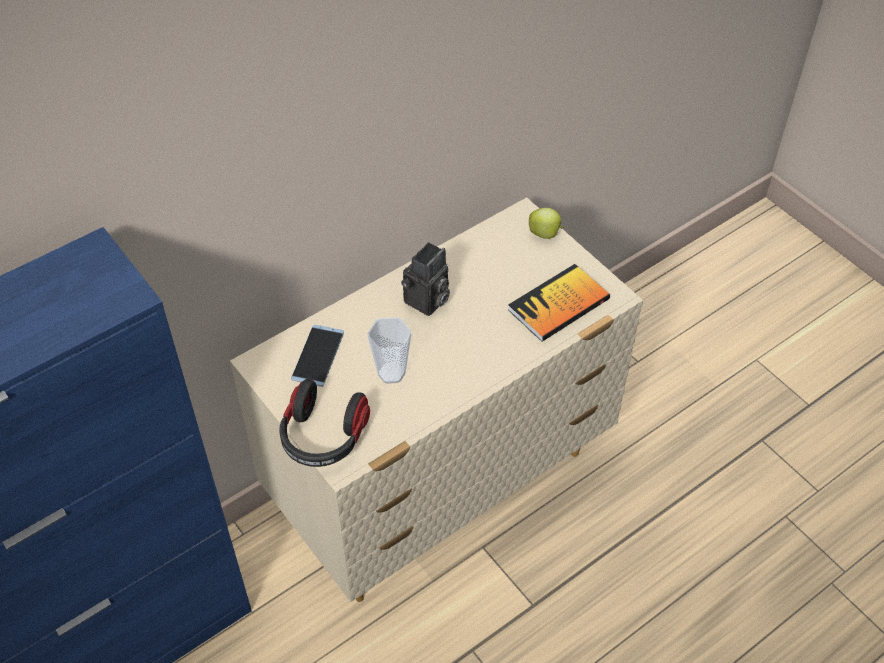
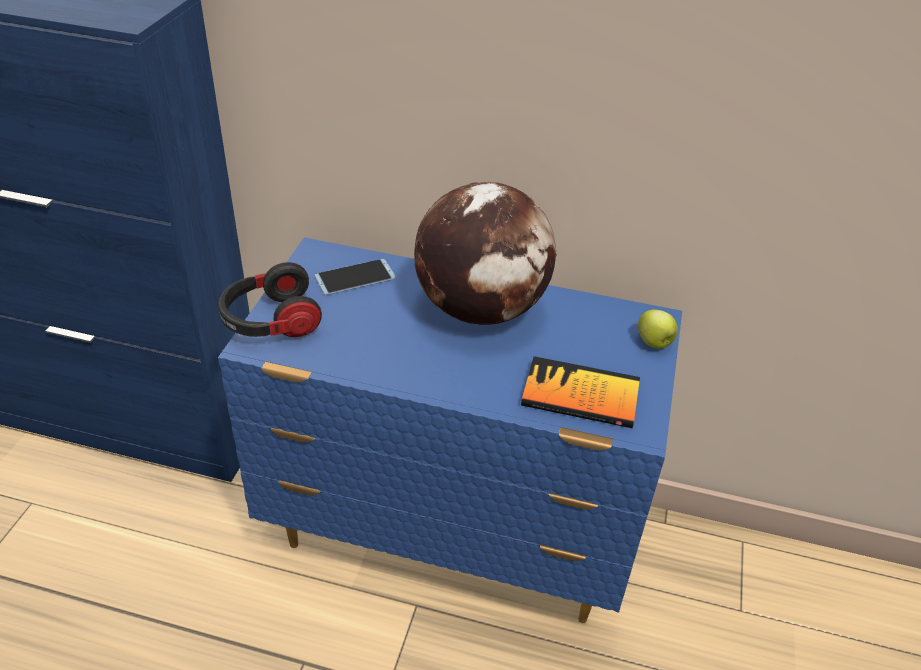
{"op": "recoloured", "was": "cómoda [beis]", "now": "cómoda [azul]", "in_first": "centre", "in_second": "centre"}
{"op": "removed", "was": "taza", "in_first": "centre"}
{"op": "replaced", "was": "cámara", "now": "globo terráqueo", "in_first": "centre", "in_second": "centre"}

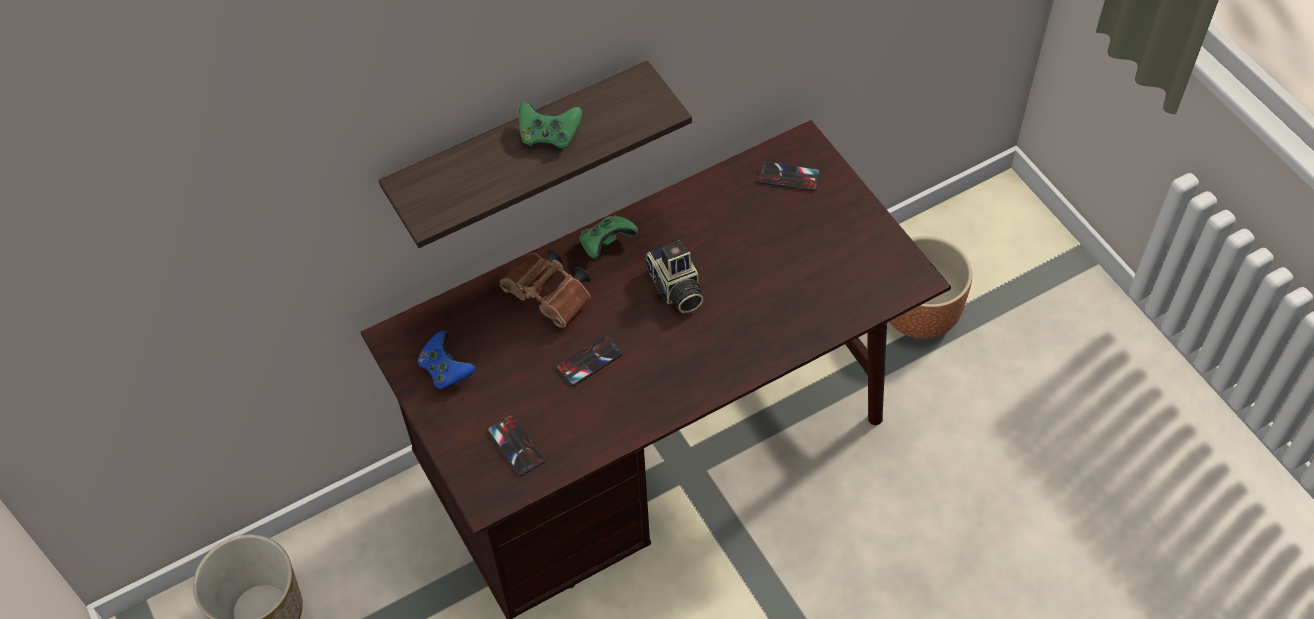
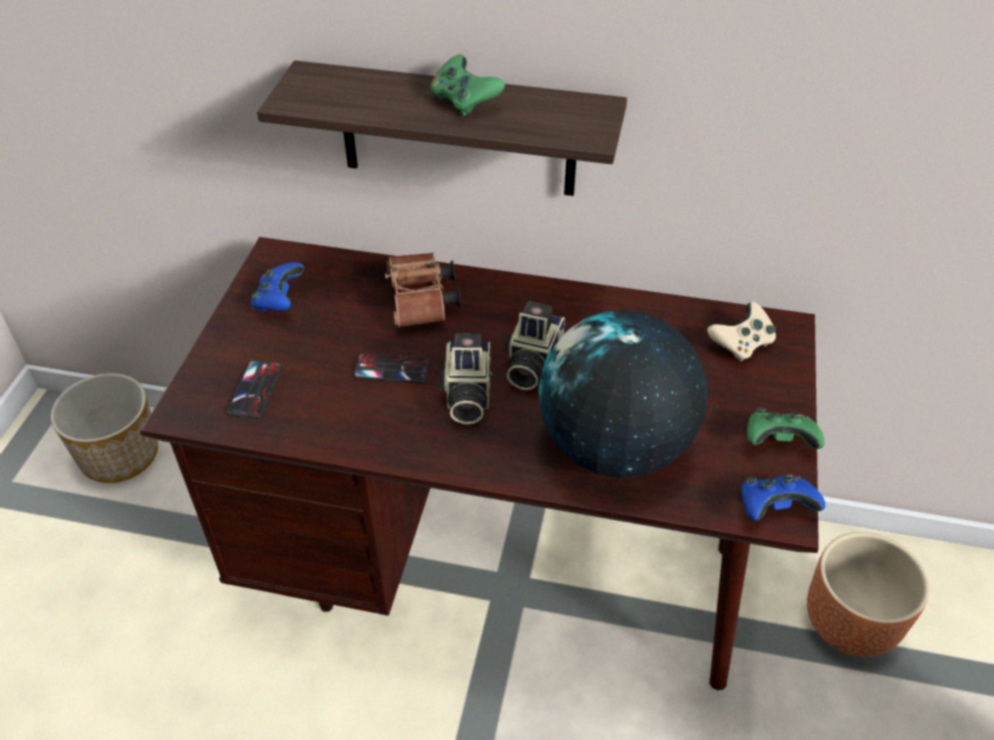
{"op": "moved", "was": "mando de consola [verde] (2nd from left)", "in_first": "centre", "in_second": "middle right"}
{"op": "replaced", "was": "móvil (3rd from left)", "now": "mando de consola [beis]", "in_first": "top centre", "in_second": "middle right"}
{"op": "added", "now": "cámara (1st from left)", "in_second": "centre"}
{"op": "added", "now": "globo terráqueo", "in_second": "centre"}
{"op": "added", "now": "mando de consola [azul] (2nd from left)", "in_second": "bottom right"}

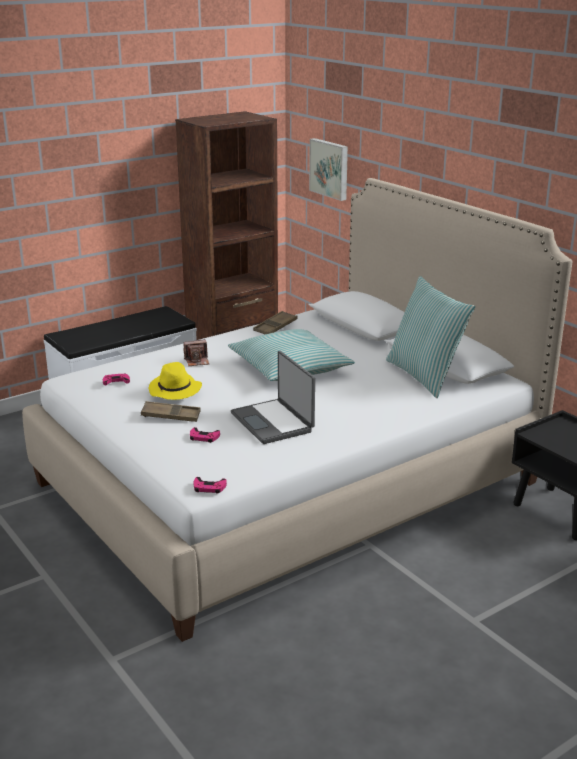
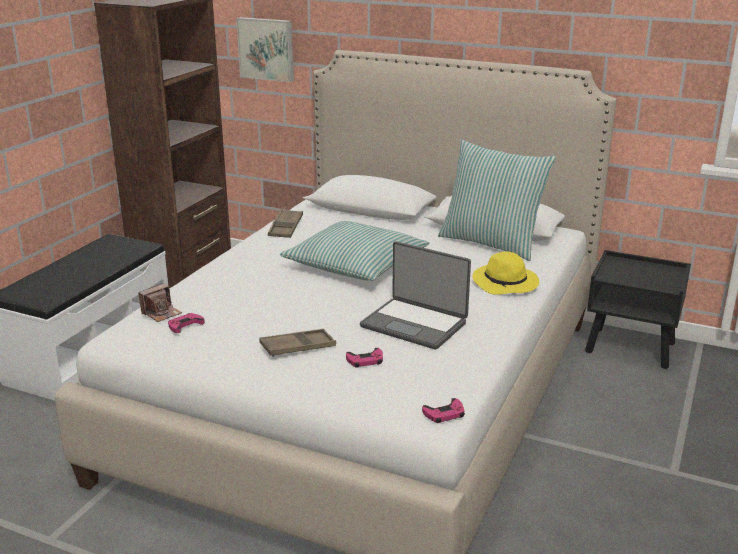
{"op": "moved", "was": "sombrero [amarillo]", "in_first": "middle left", "in_second": "middle right"}
{"op": "moved", "was": "cámara", "in_first": "centre", "in_second": "middle left"}

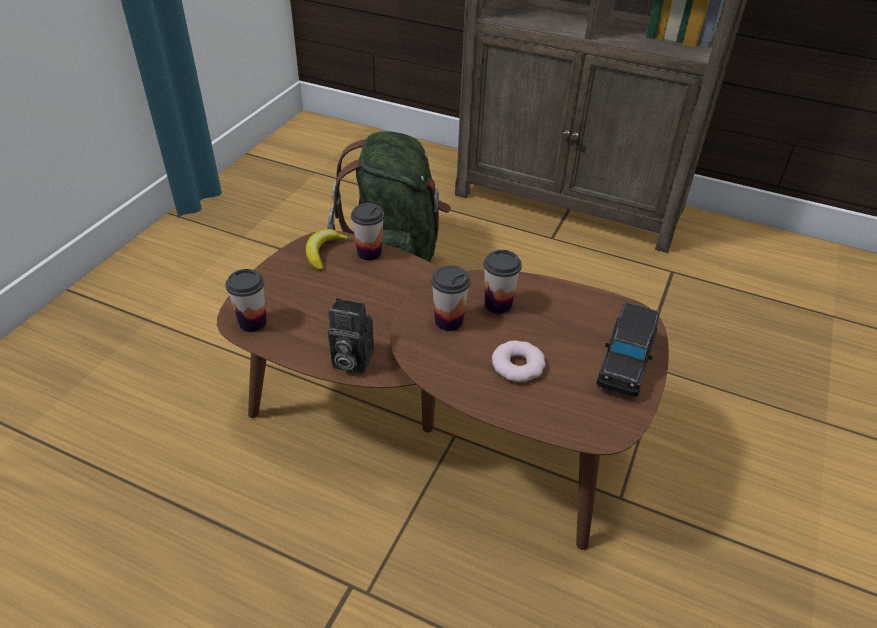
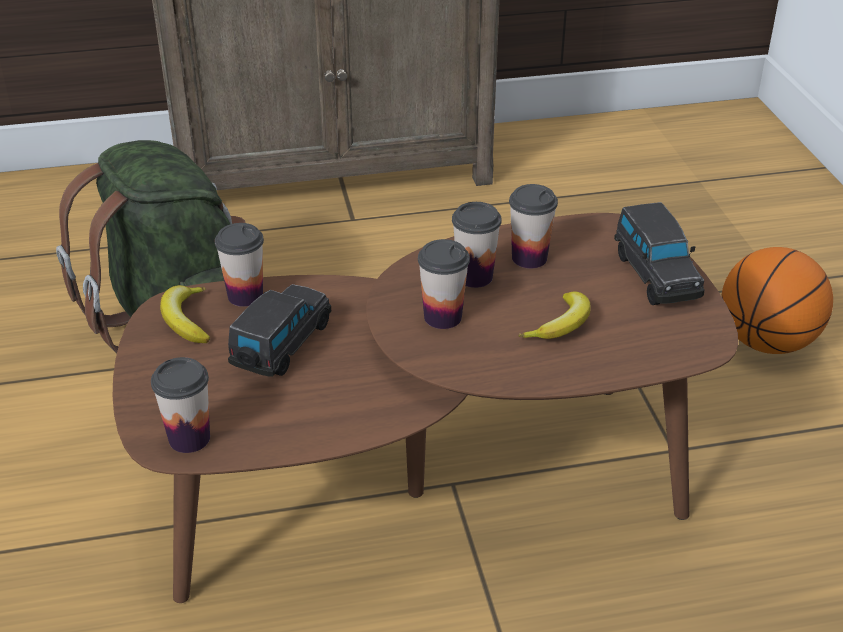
{"op": "removed", "was": "cámara", "in_first": "centre"}
{"op": "replaced", "was": "rosquilla", "now": "plátano (2nd from left)", "in_first": "centre", "in_second": "centre"}
{"op": "added", "now": "coche de juguete [negro] (1st from left)", "in_second": "middle left"}
{"op": "added", "now": "taza (5th from left)", "in_second": "centre"}
{"op": "added", "now": "balón de baloncesto", "in_second": "middle right"}

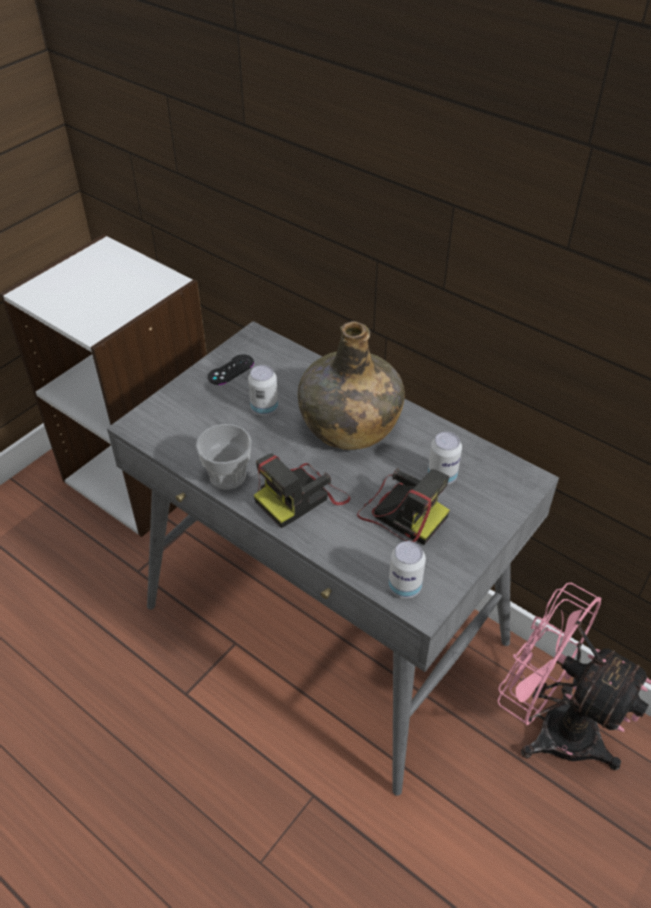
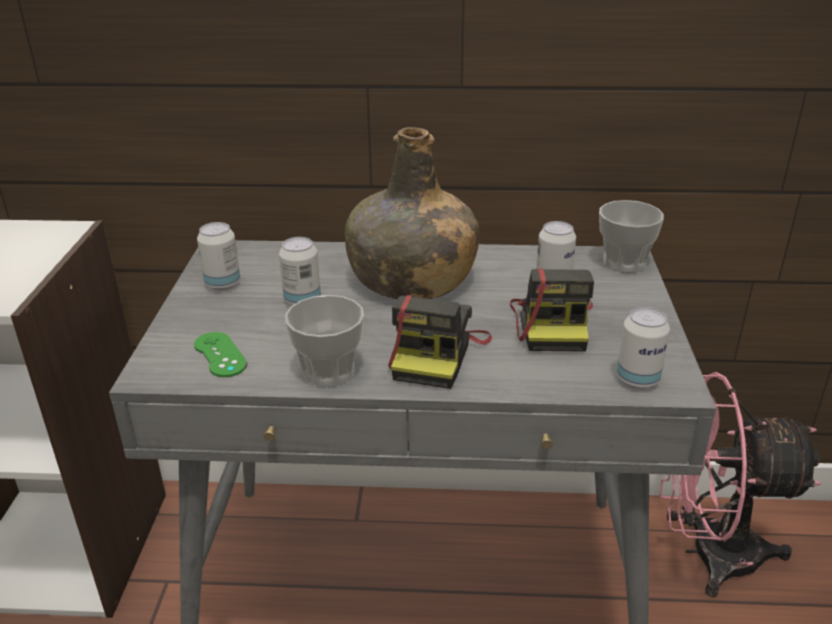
{"op": "replaced", "was": "mando de consola [negro]", "now": "lata (1st from left)", "in_first": "centre", "in_second": "middle left"}
{"op": "turned", "was": "cámara (2nd from left)", "in_first": "centre", "in_second": "centre", "clockwise": 90}
{"op": "added", "now": "mando de consola [verde]", "in_second": "middle left"}
{"op": "added", "now": "taza (2nd from left)", "in_second": "middle right"}

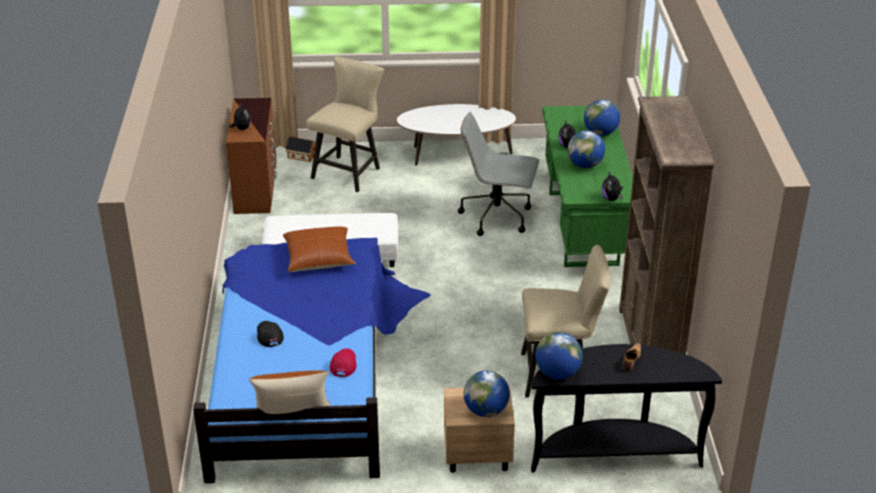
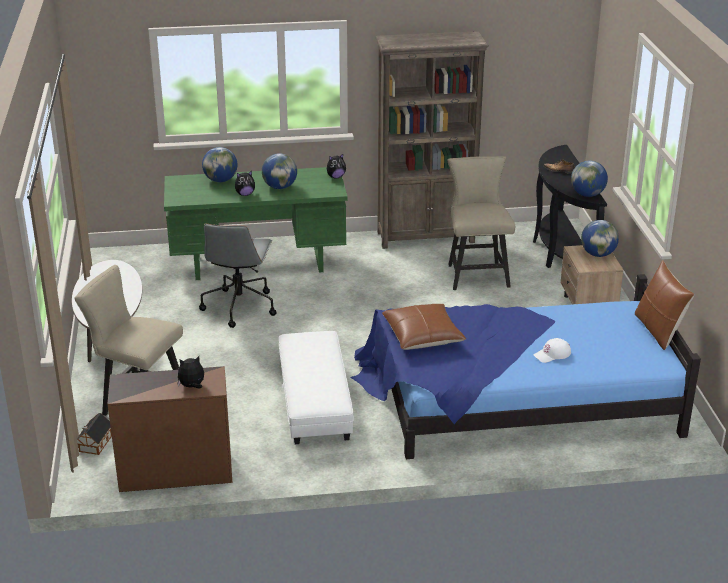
{"op": "recoloured", "was": "gorra [negro]", "now": "gorra [blanco]", "in_first": "bottom left", "in_second": "middle right"}
{"op": "removed", "was": "gorra [rojo]", "in_first": "bottom centre"}

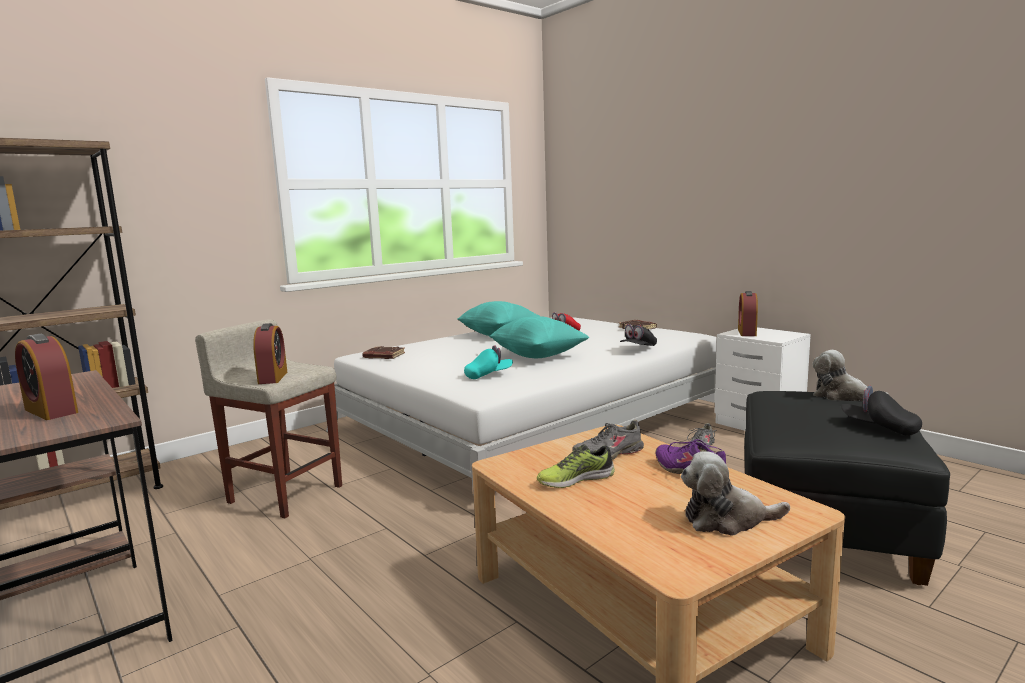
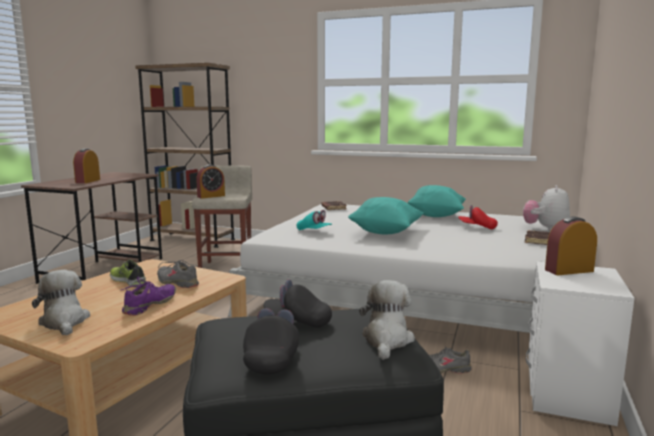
{"op": "moved", "was": "gorra [negro] (1st from left in the first image)", "now": "gorra [negro] (2nd from left)", "in_first": "centre", "in_second": "bottom centre"}
{"op": "added", "now": "peluche (3rd from left)", "in_second": "middle right"}

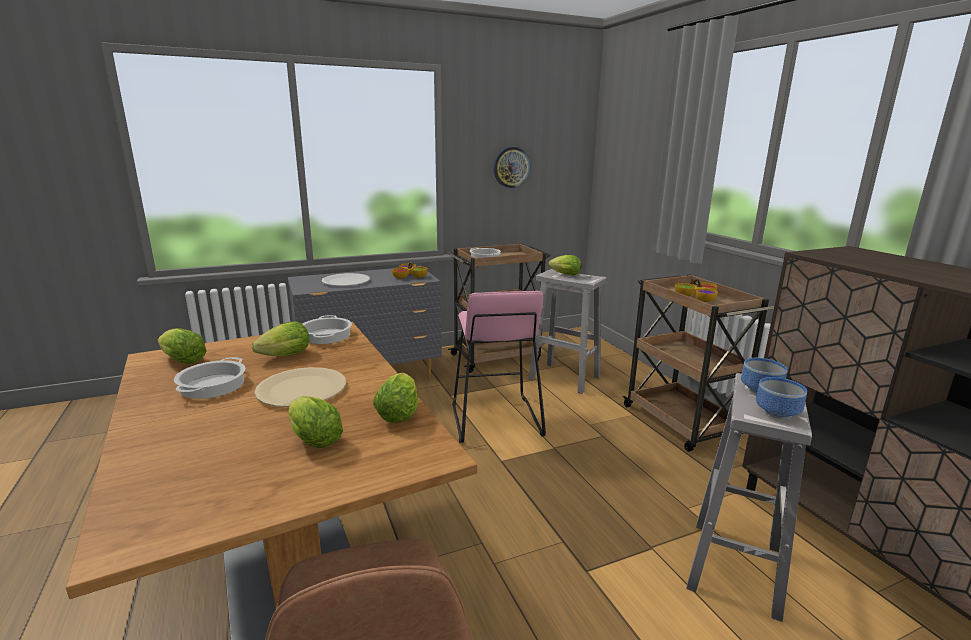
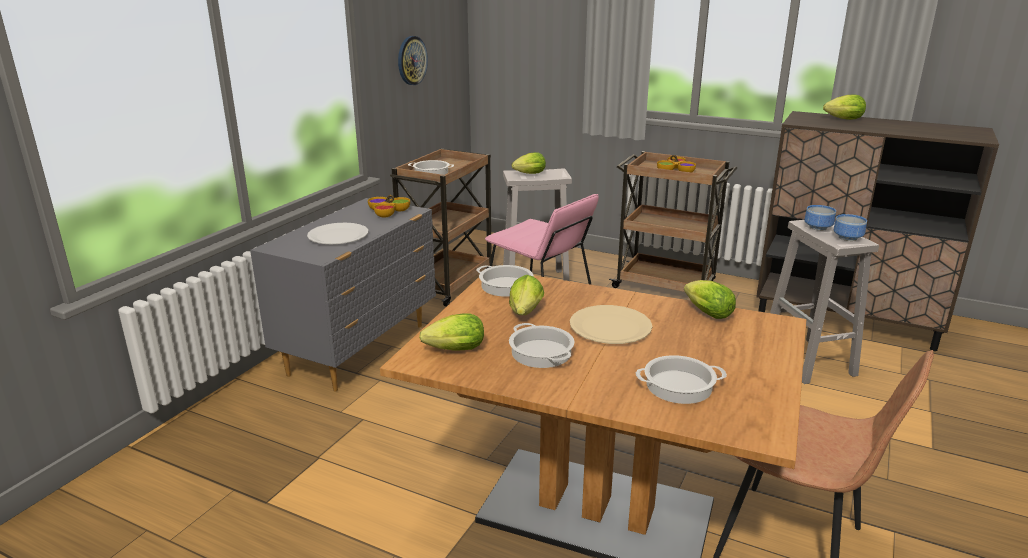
{"op": "moved", "was": "lechuga (3rd from left in the first image)", "now": "lechuga (5th from left)", "in_first": "middle left", "in_second": "top right"}
{"op": "added", "now": "olla (4th from left)", "in_second": "bottom centre"}

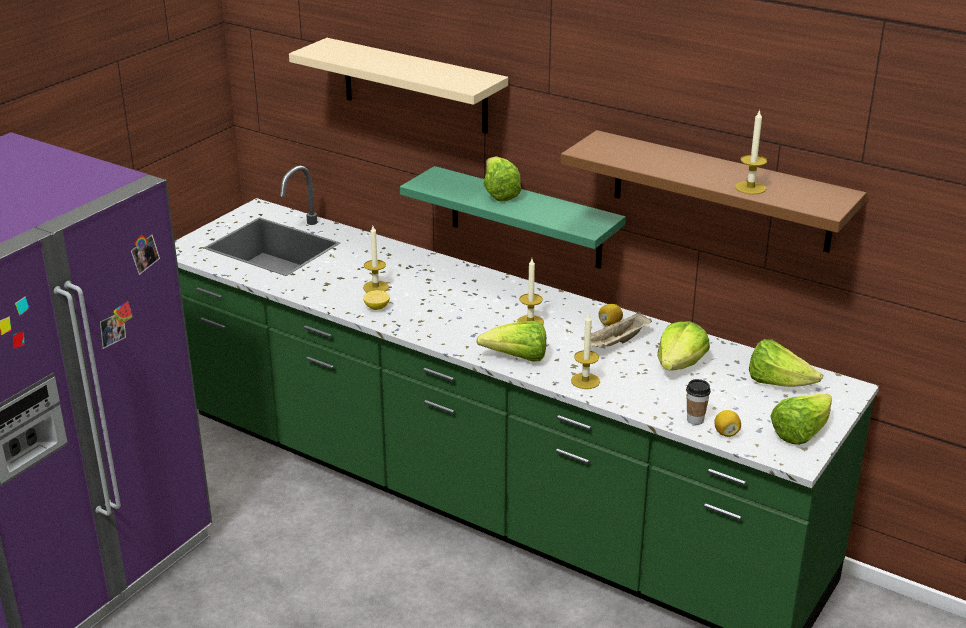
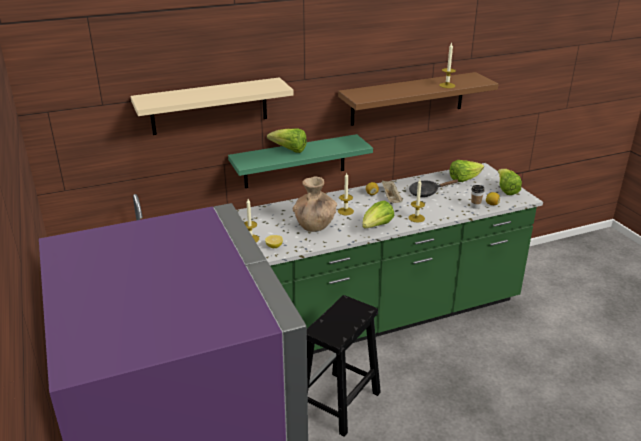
{"op": "replaced", "was": "lechuga (3rd from left)", "now": "sartén [negro]", "in_first": "middle right", "in_second": "middle right"}
{"op": "added", "now": "florero [marrón]", "in_second": "centre"}
{"op": "added", "now": "taburete [negro]", "in_second": "bottom centre"}

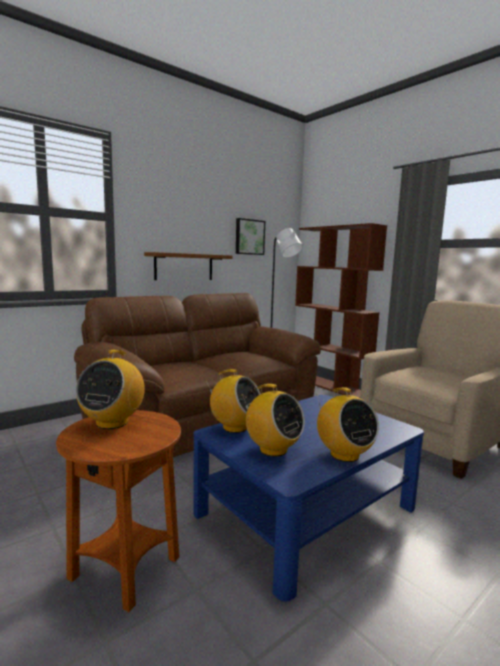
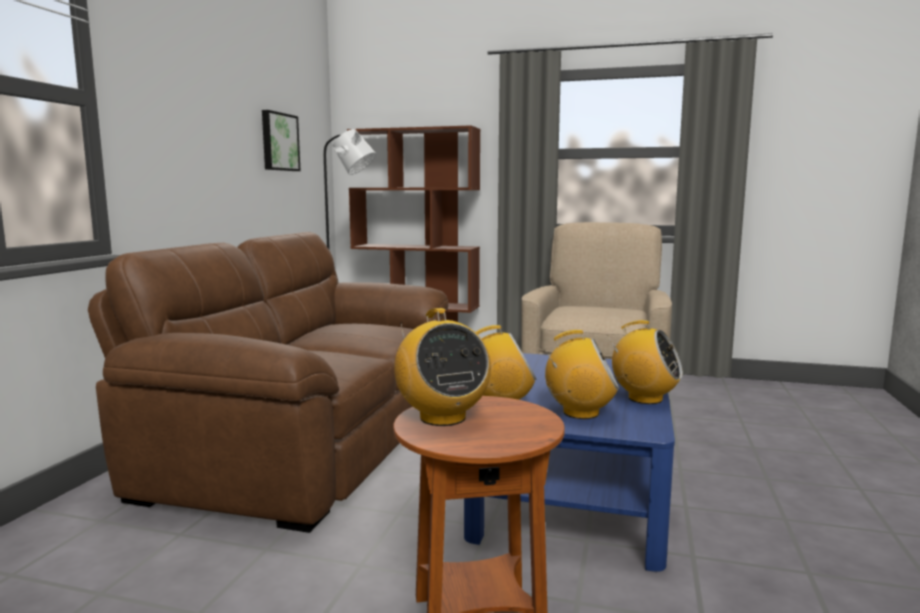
{"op": "removed", "was": "estante [marrón]", "in_first": "centre"}

